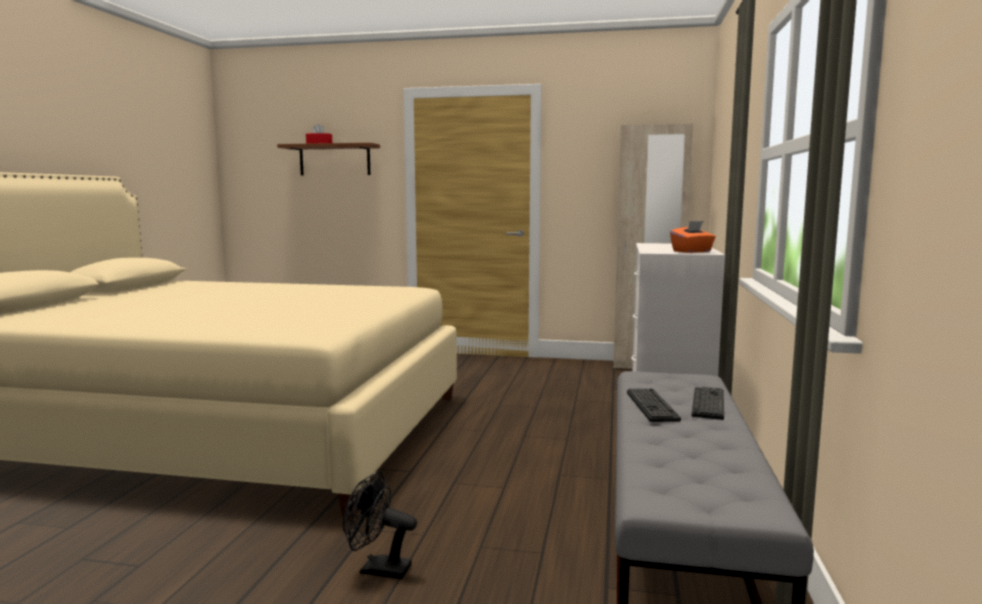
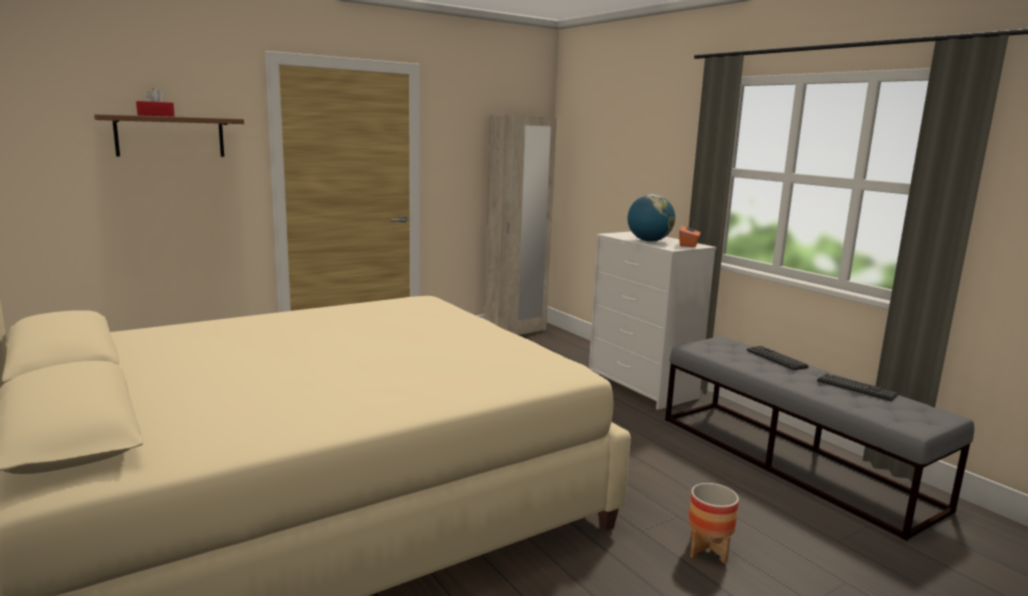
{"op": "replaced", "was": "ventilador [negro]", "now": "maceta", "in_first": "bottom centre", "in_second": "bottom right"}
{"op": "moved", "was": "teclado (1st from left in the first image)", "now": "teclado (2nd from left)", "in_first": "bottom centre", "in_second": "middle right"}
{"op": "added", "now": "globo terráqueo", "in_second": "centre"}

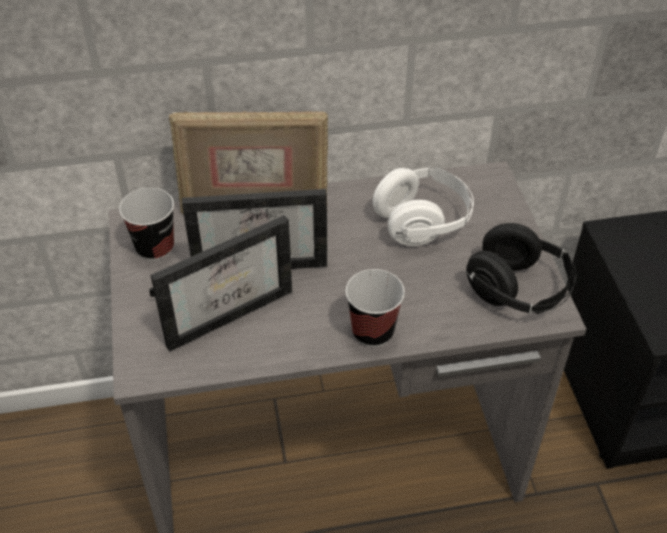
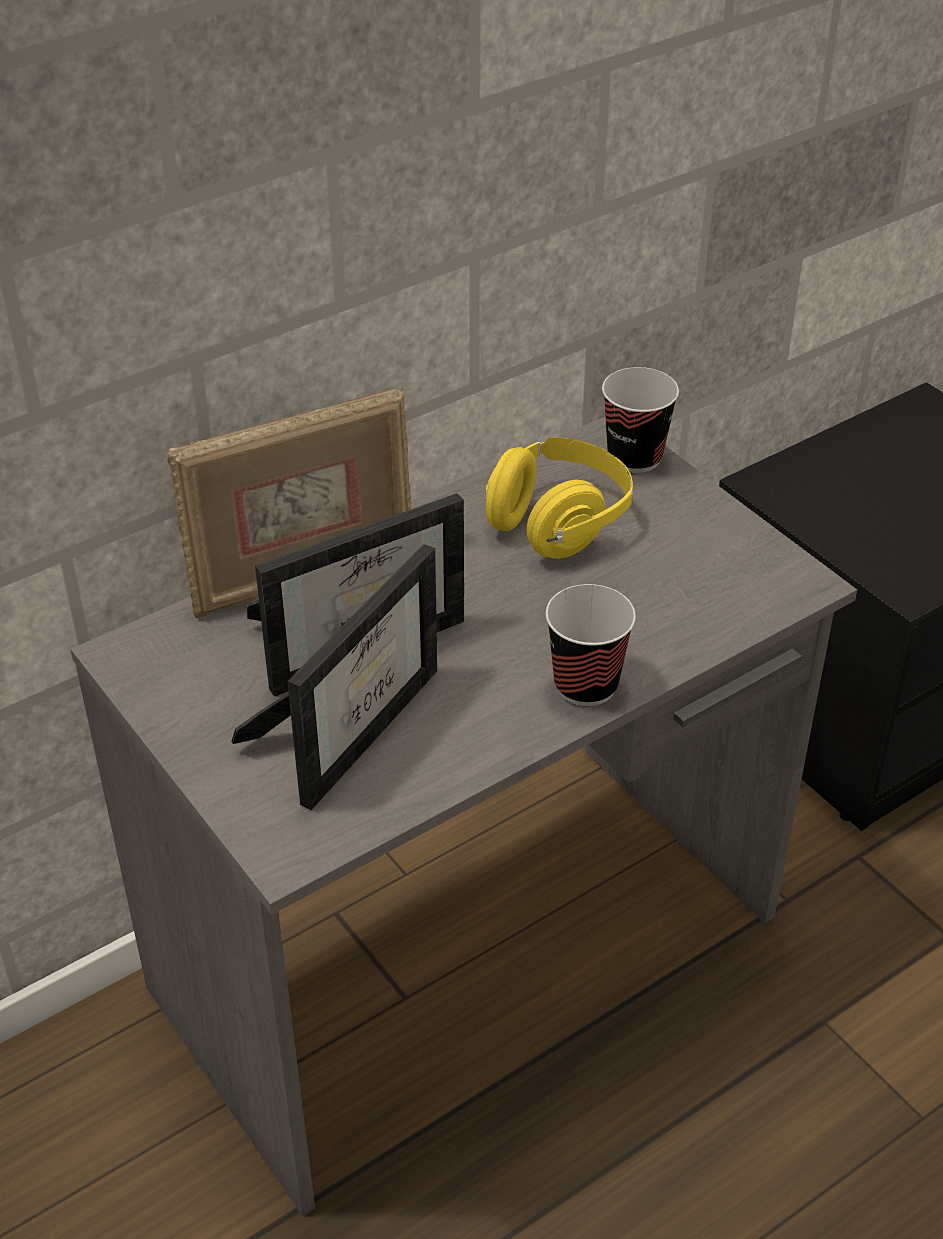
{"op": "moved", "was": "taza (1st from left in the first image)", "now": "taza (2nd from left)", "in_first": "middle left", "in_second": "middle right"}
{"op": "recoloured", "was": "auriculares [blanco]", "now": "auriculares [amarillo]", "in_first": "centre", "in_second": "centre"}
{"op": "removed", "was": "auriculares [negro]", "in_first": "middle right"}

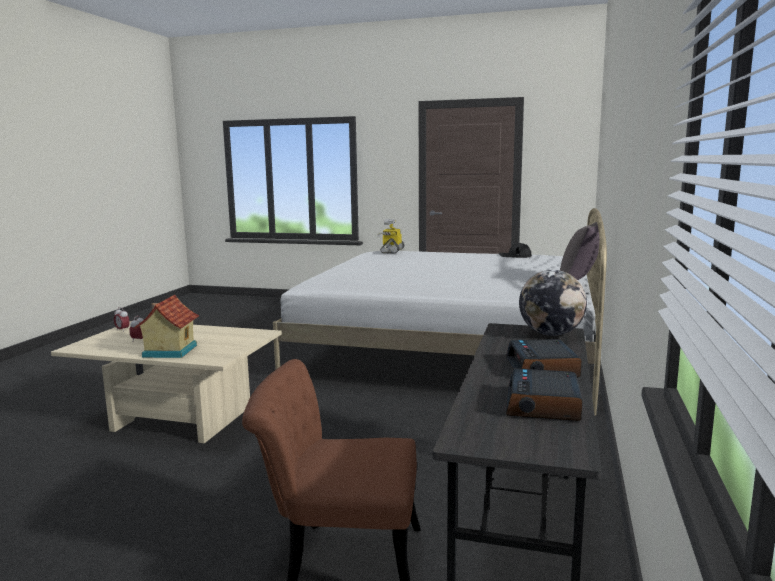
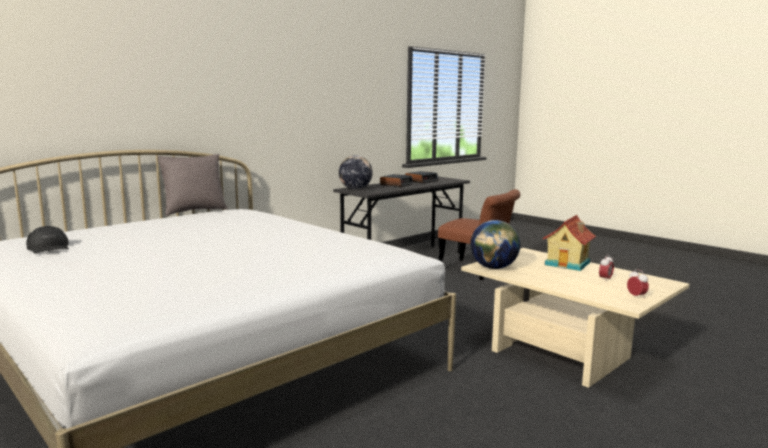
{"op": "removed", "was": "robot de juguete", "in_first": "centre"}
{"op": "added", "now": "globo terráqueo (2nd from left)", "in_second": "centre"}

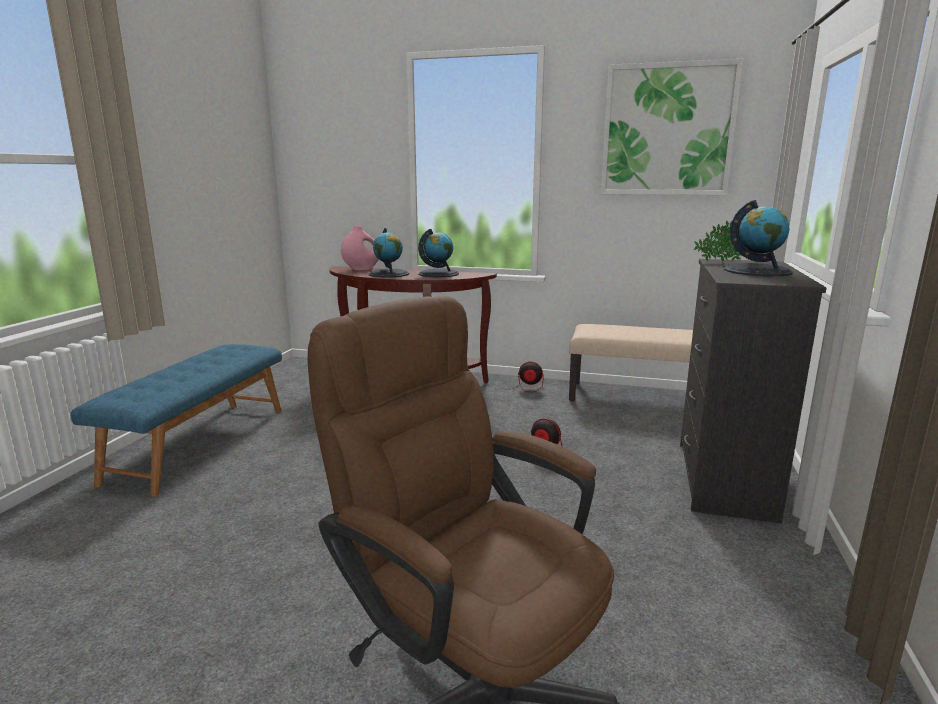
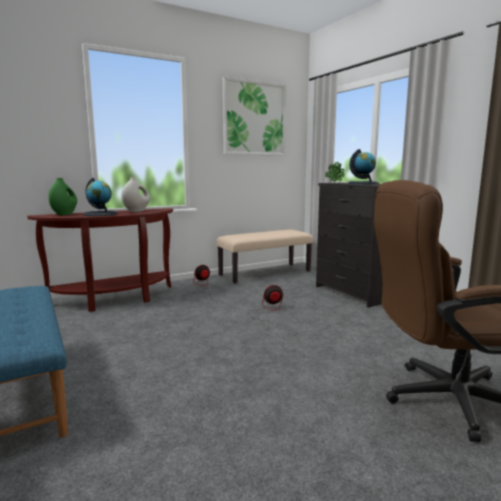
{"op": "recoloured", "was": "florero [rosa]", "now": "florero [verde]", "in_first": "centre", "in_second": "middle left"}
{"op": "replaced", "was": "globo terráqueo (2nd from left)", "now": "florero [blanco]", "in_first": "centre", "in_second": "middle left"}

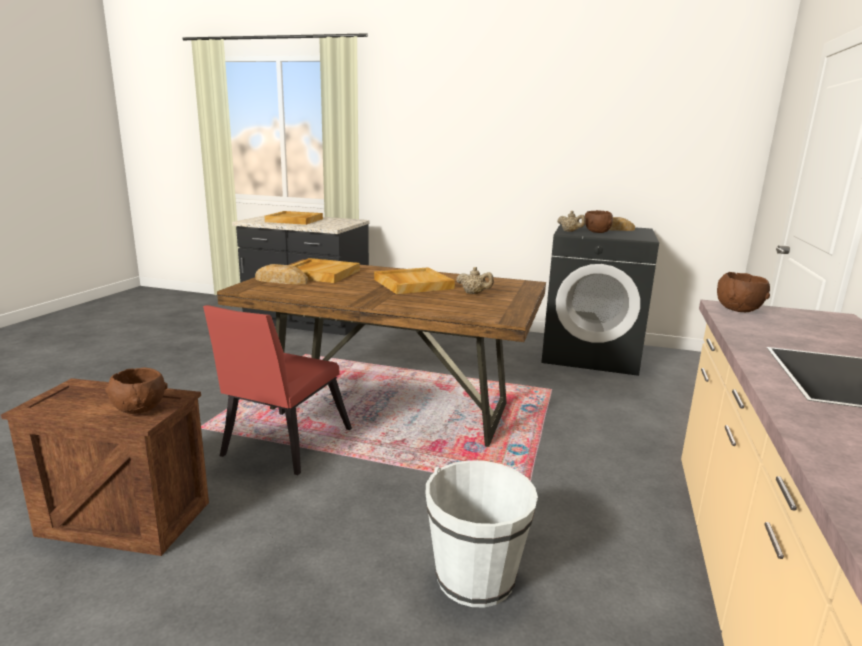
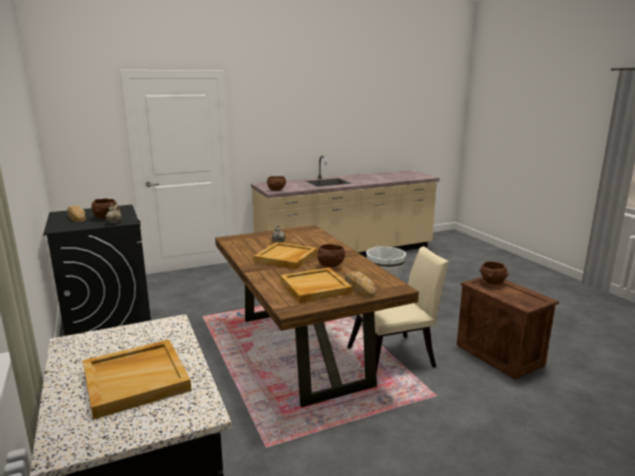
{"op": "recoloured", "was": "silla [rojo]", "now": "silla [beis]", "in_first": "middle left", "in_second": "centre"}
{"op": "added", "now": "cuenco [marrón] (3rd from left)", "in_second": "centre"}

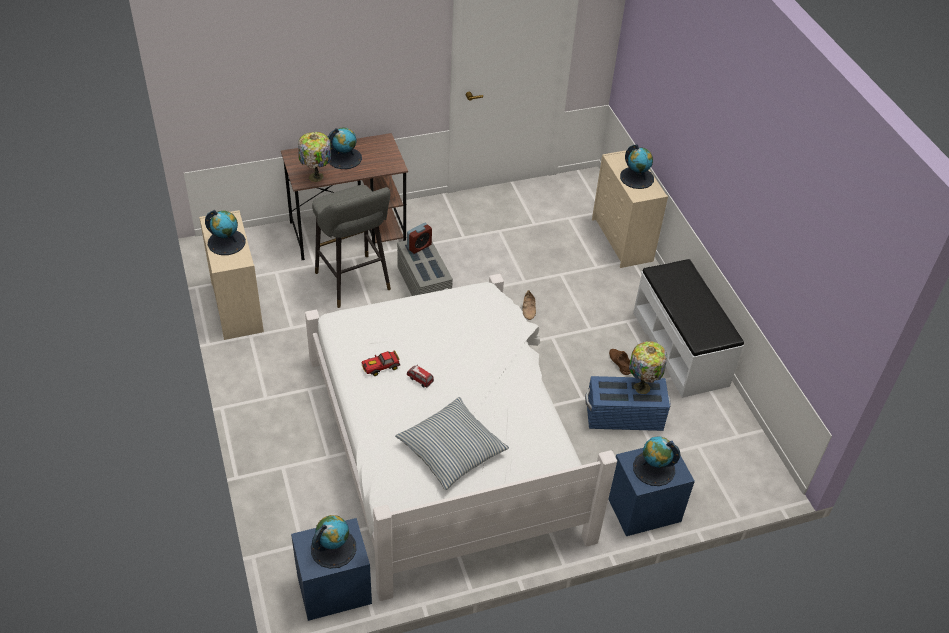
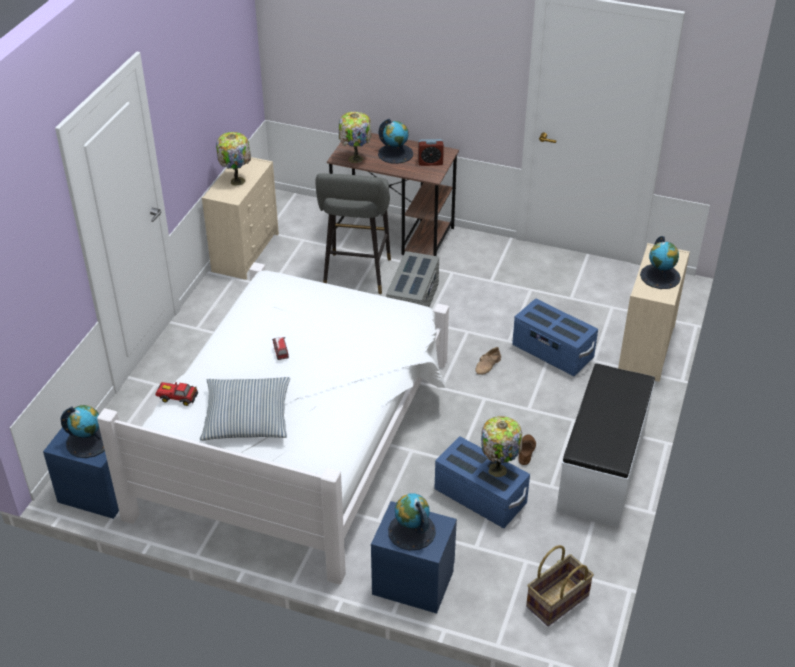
{"op": "replaced", "was": "globo terráqueo (1st from left)", "now": "lámpara de mesa (1st from left)", "in_first": "middle left", "in_second": "top left"}
{"op": "moved", "was": "coche de juguete (1st from left)", "in_first": "centre", "in_second": "middle left"}
{"op": "moved", "was": "despertador", "in_first": "centre", "in_second": "top centre"}
{"op": "added", "now": "caja de almacenaje [azul] (2nd from left)", "in_second": "middle right"}
{"op": "added", "now": "cesta", "in_second": "bottom right"}

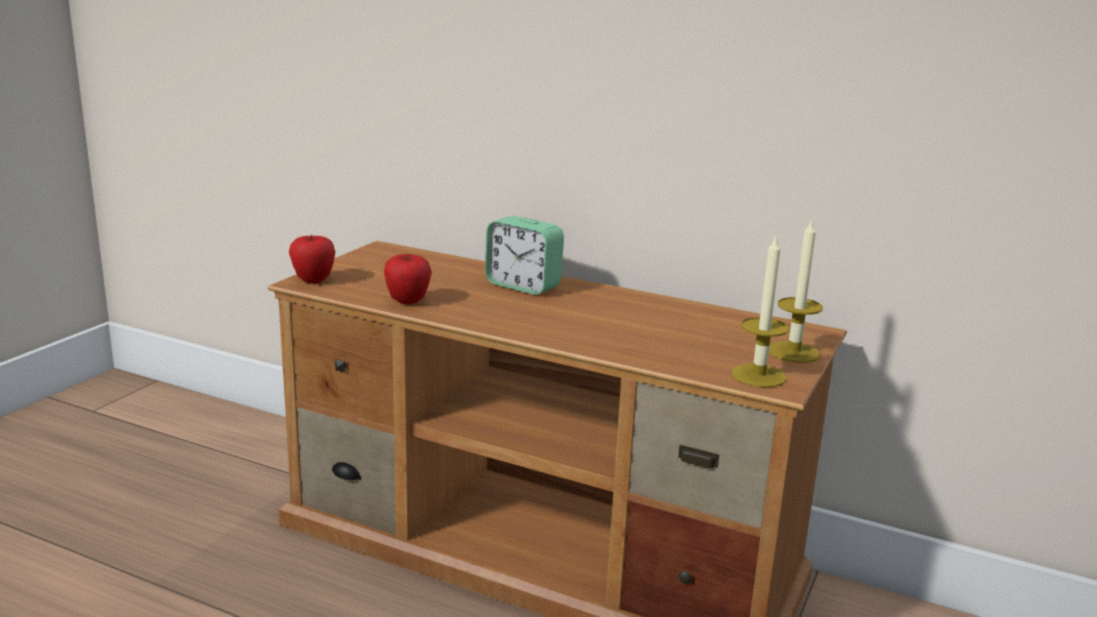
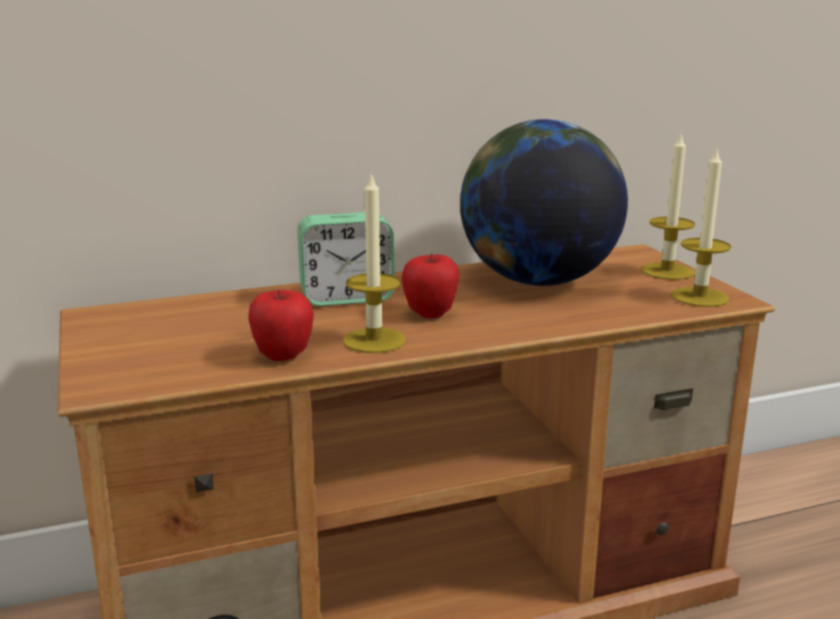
{"op": "moved", "was": "manzana (1st from left in the first image)", "now": "manzana (2nd from left)", "in_first": "middle left", "in_second": "centre"}
{"op": "added", "now": "vela (1st from left)", "in_second": "centre"}
{"op": "added", "now": "globo terráqueo", "in_second": "top centre"}

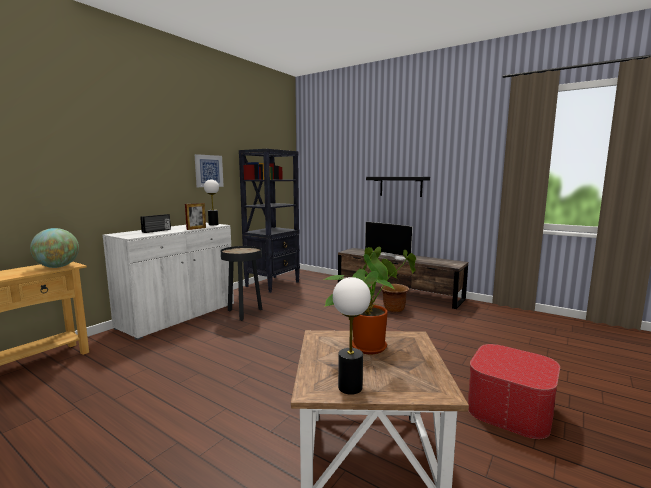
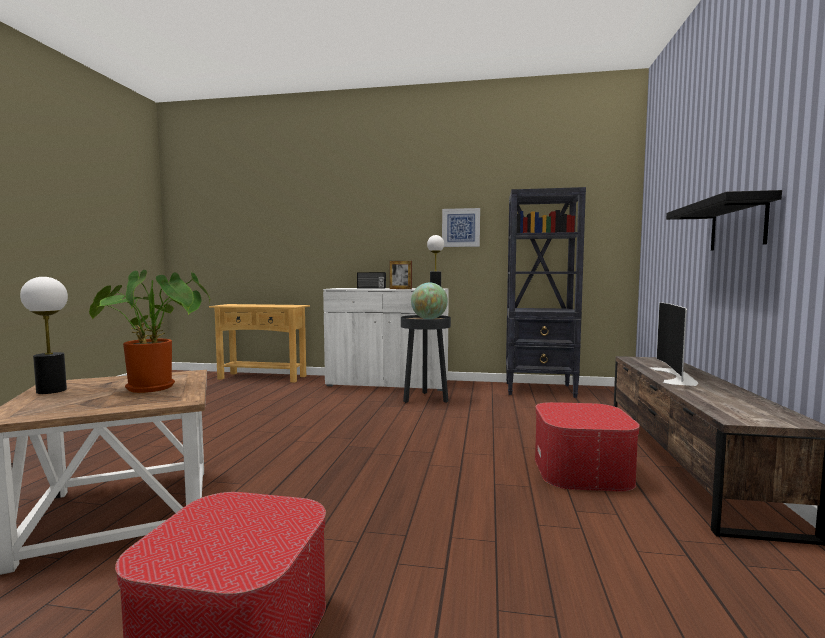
{"op": "moved", "was": "globo terráqueo", "in_first": "middle left", "in_second": "centre"}
{"op": "replaced", "was": "maceta [marrón]", "now": "puf (2nd from left)", "in_first": "centre", "in_second": "bottom right"}

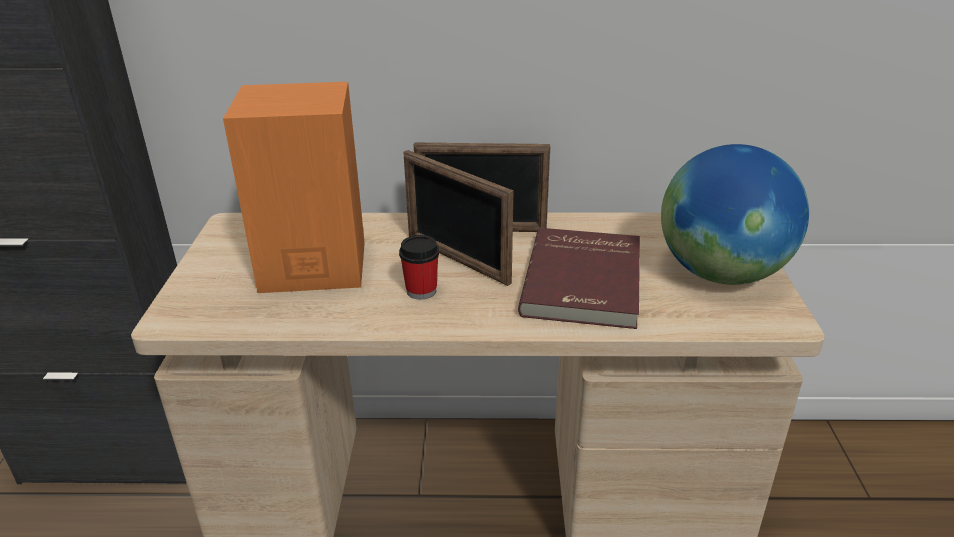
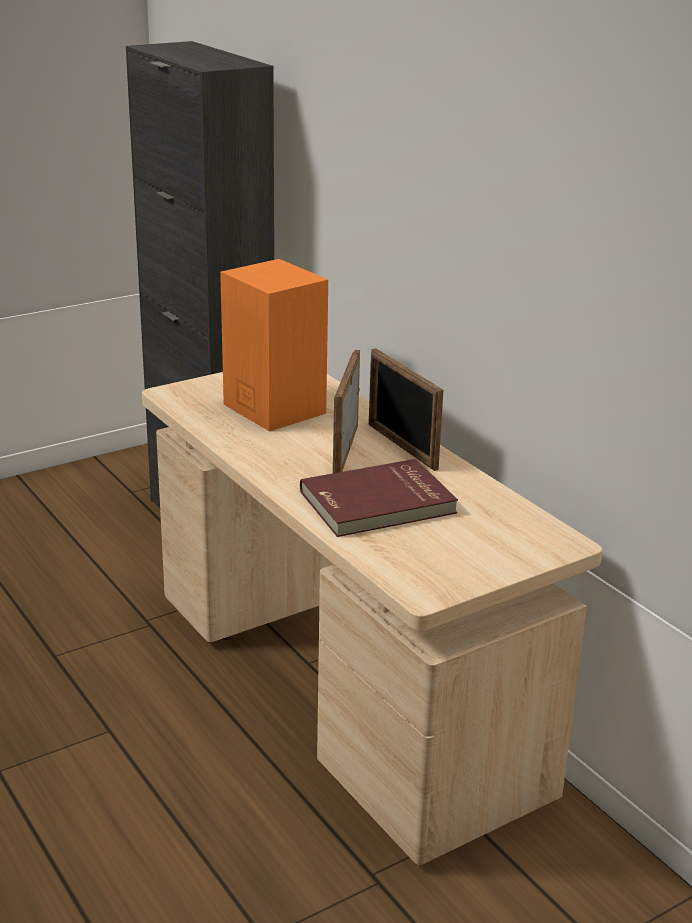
{"op": "removed", "was": "taza", "in_first": "centre"}
{"op": "removed", "was": "globo terráqueo", "in_first": "middle right"}

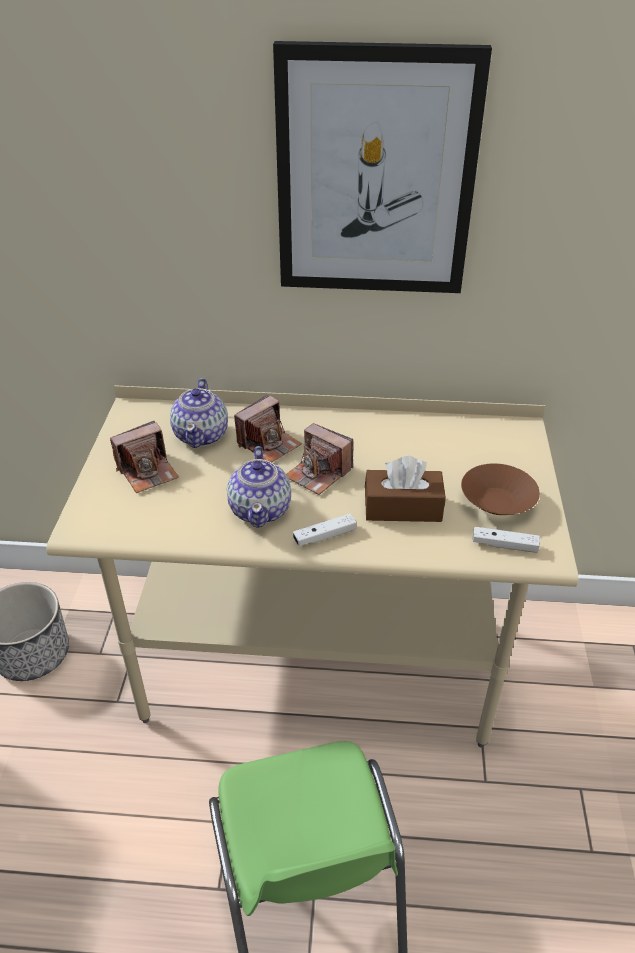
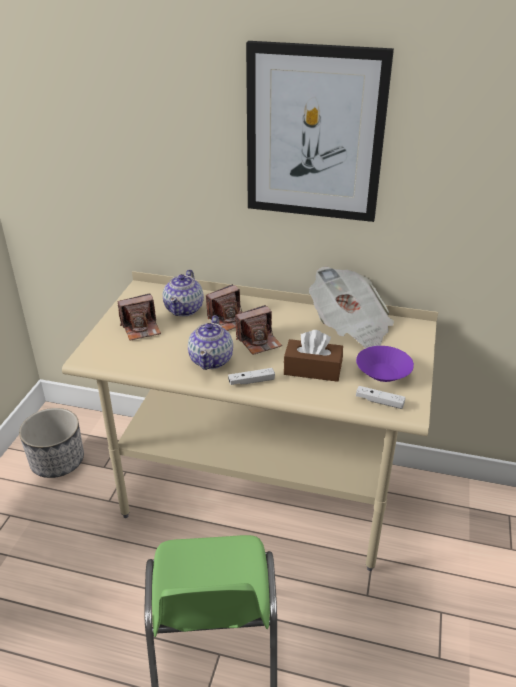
{"op": "turned", "was": "cámara (3rd from left)", "in_first": "centre", "in_second": "centre", "clockwise": -75}
{"op": "recoloured", "was": "cuenco [marrón]", "now": "cuenco [morado]", "in_first": "middle right", "in_second": "middle right"}
{"op": "added", "now": "periódico", "in_second": "middle right"}

